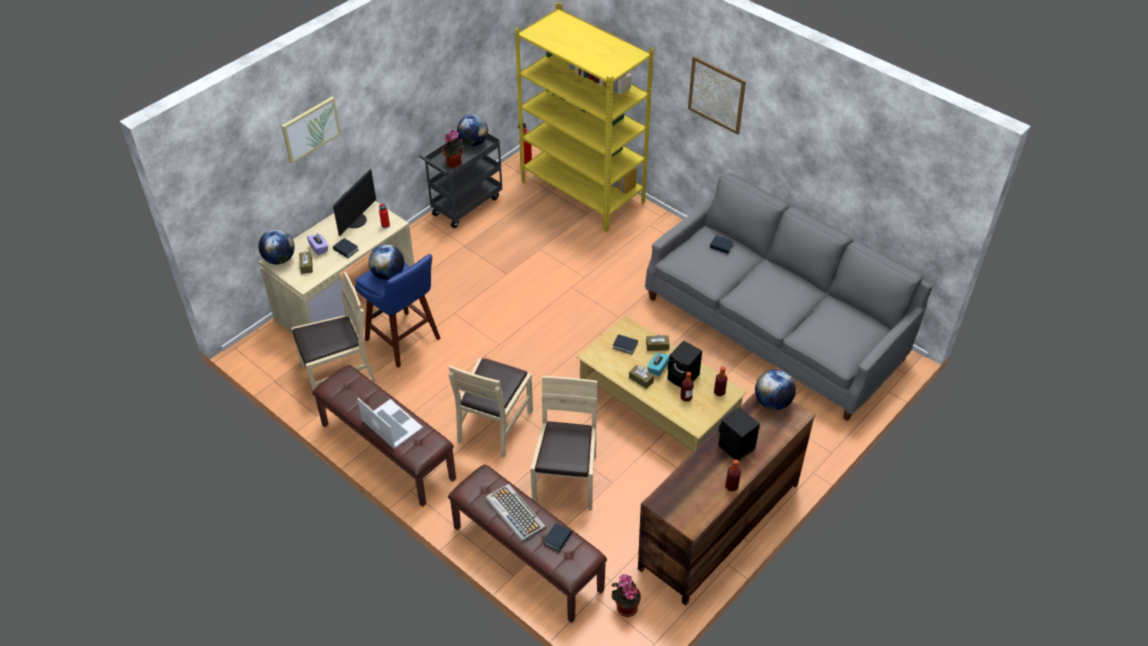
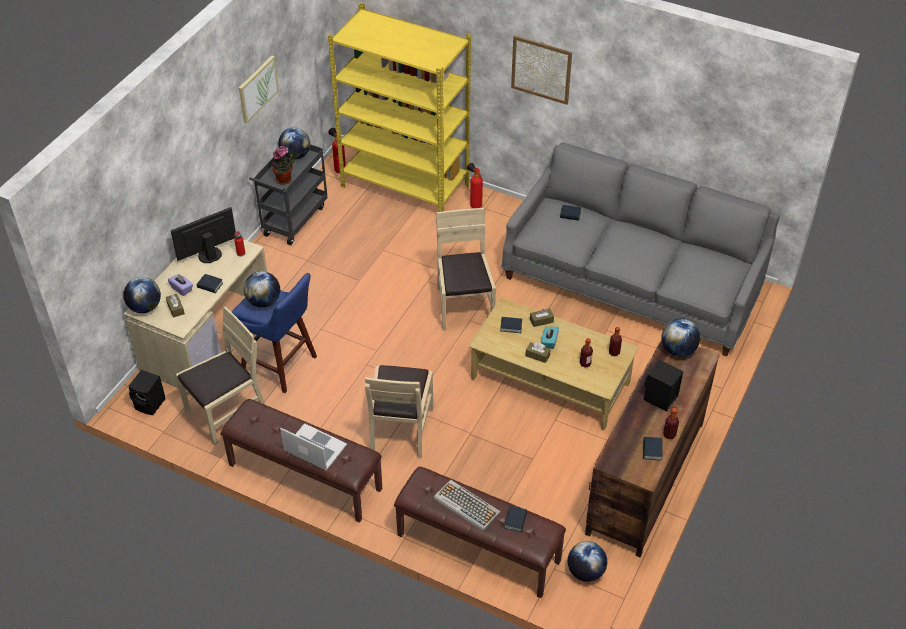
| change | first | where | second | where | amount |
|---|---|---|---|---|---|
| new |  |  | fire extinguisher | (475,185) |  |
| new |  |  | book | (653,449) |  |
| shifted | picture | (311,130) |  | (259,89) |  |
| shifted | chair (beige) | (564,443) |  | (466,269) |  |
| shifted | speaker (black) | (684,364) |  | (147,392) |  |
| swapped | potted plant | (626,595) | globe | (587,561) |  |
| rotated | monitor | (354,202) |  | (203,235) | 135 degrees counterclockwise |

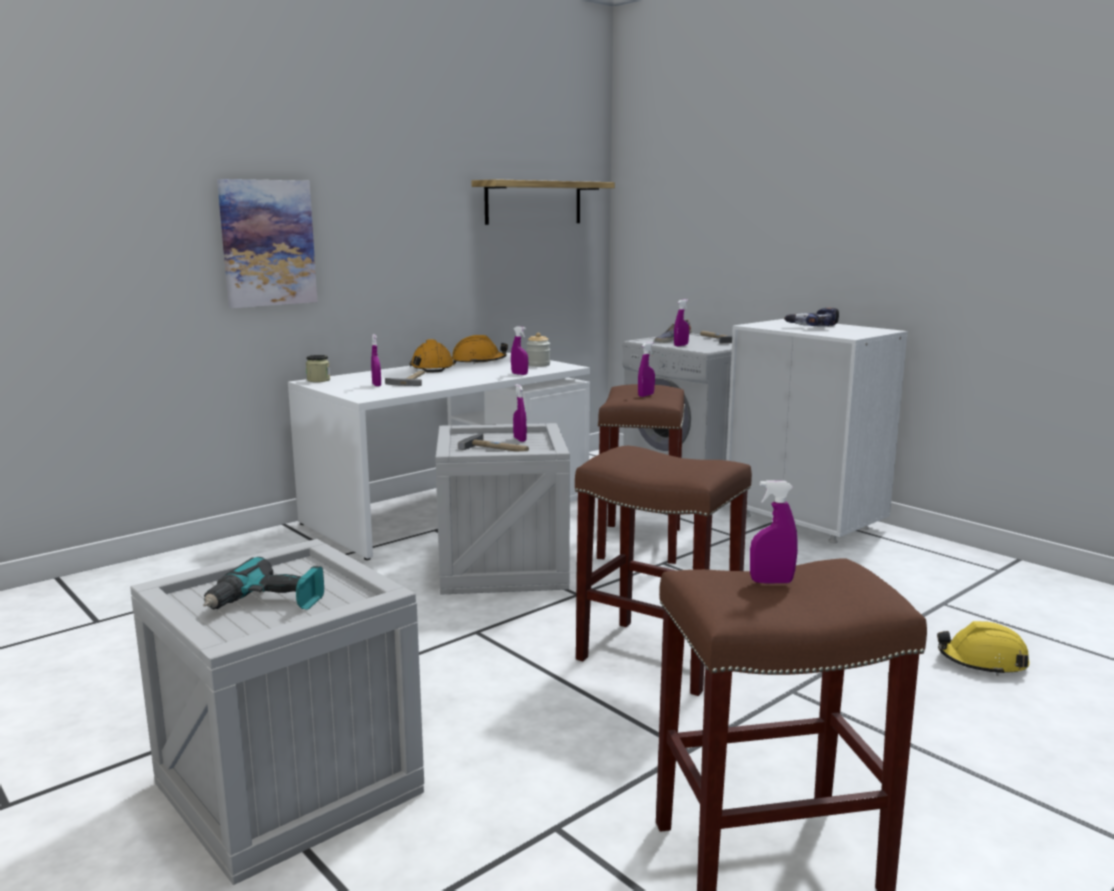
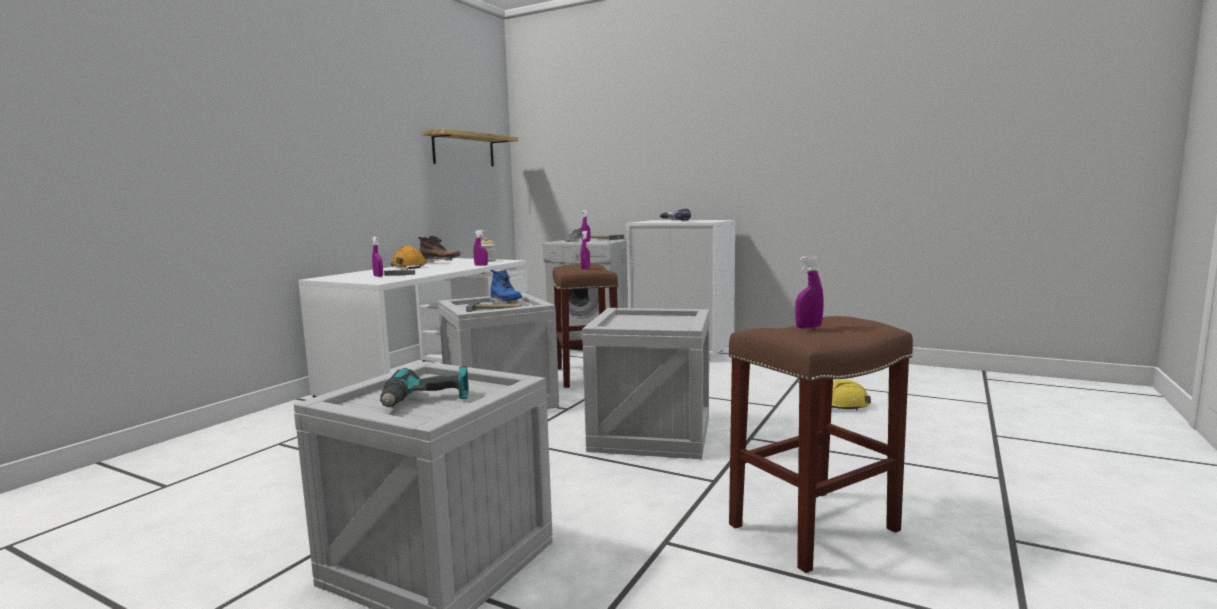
| change | first | where | second | where | amount |
|---|---|---|---|---|---|
| gone | picture | (267,243) |  |  |  |
| gone | jar | (318,368) |  |  |  |
| swapped | hard hat (orange) | (480,349) | boot (brown) | (439,249) |  |
| swapped | spray bottle (purple) | (520,413) | boot (blue) | (505,287) |  |
| swapped | stool (brown) | (663,571) | crate | (645,383) |  |

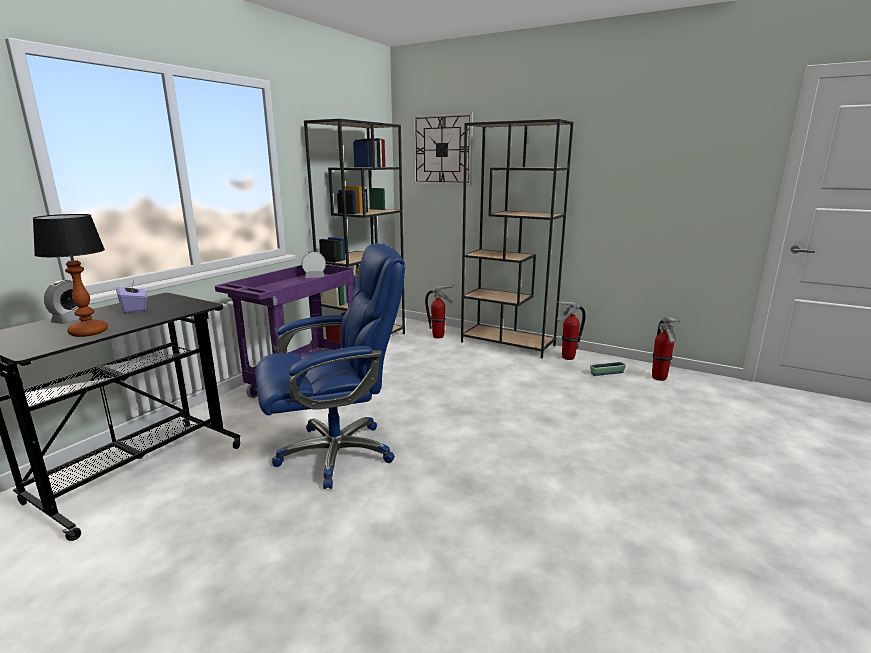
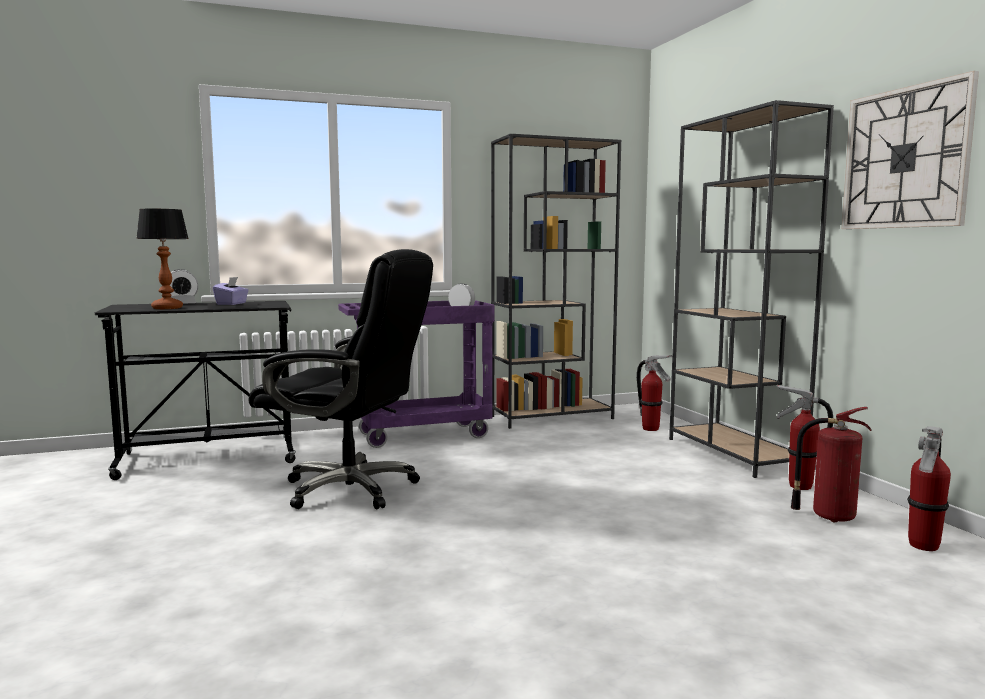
| change | first | where | second | where | amount |
|---|---|---|---|---|---|
| shifted | wall clock | (443,148) |  | (910,150) |  |
| swapped | planter | (608,369) | fire extinguisher | (831,464) |  |
| repainted | office chair (blue) | (330,366) | office chair (black) | (341,379) |  |

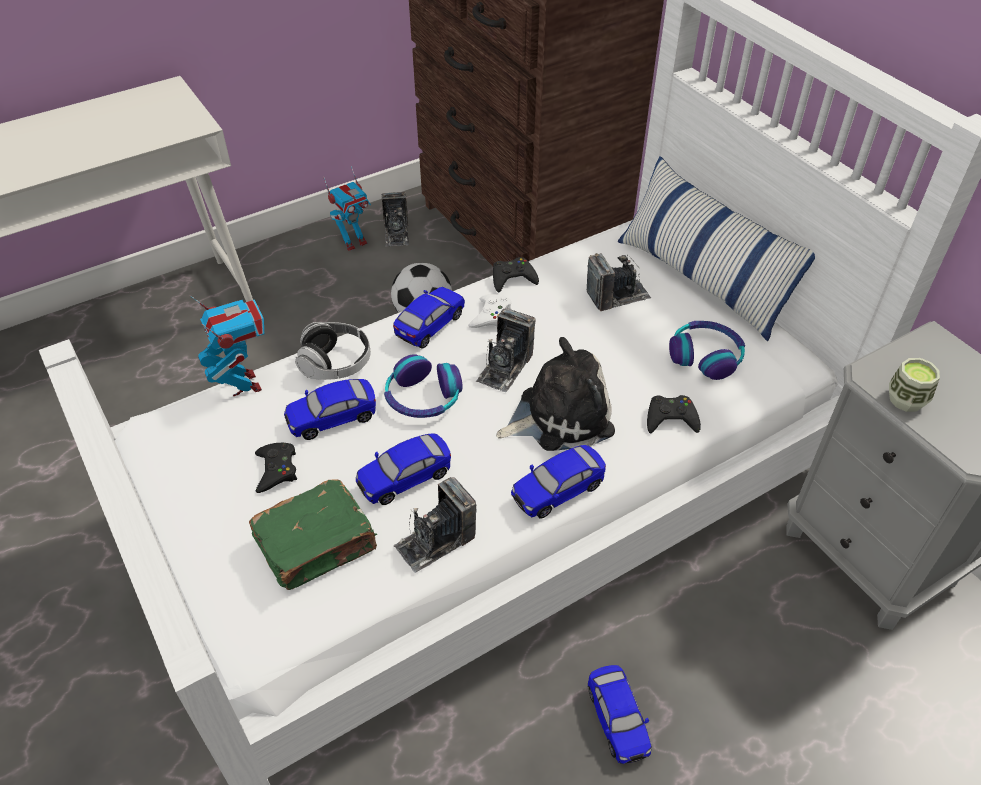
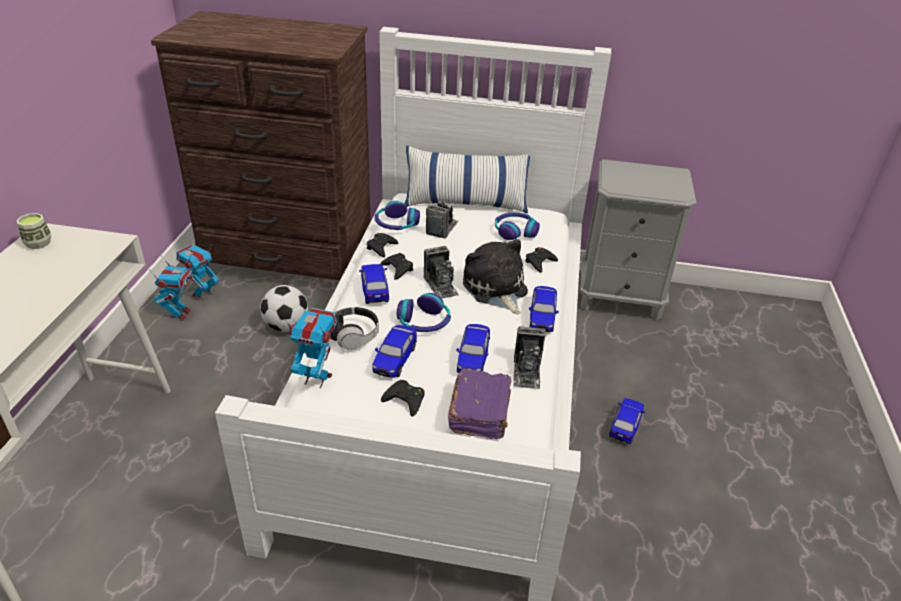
| change | first | where | second | where | amount |
|---|---|---|---|---|---|
| new |  |  | headphones | (397,215) |  |
| shifted | cup | (914,385) |  | (34,231) |  |
| swapped | photo camera | (395,219) | toy robot | (197,272) |  |
| repainted | book (green) | (313,534) | book (purple) | (480,403) |  |
| repainted | game controller (white) | (489,311) | game controller (black) | (396,266) |  |
| rotated | plush toy | (555,394) |  | (495,276) | 45 degrees counterclockwise |
| rotated | toy car | (620,714) |  | (627,421) | 90 degrees counterclockwise |

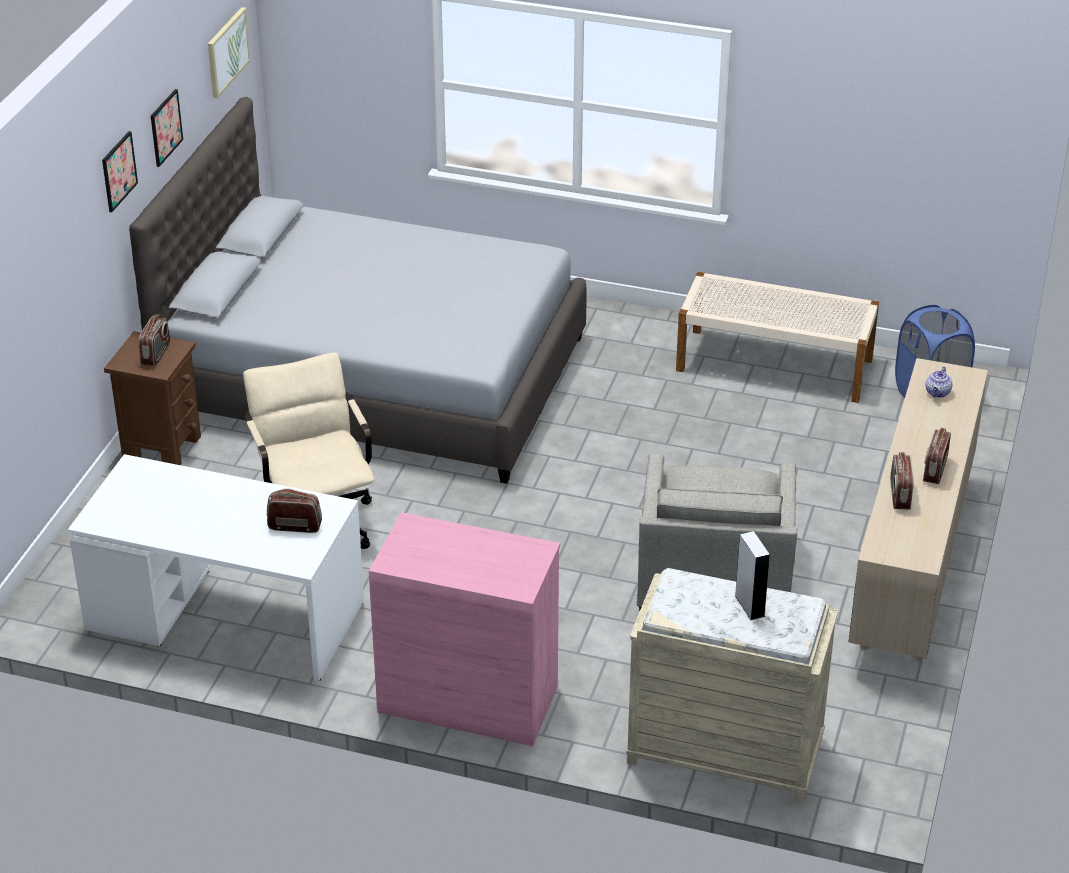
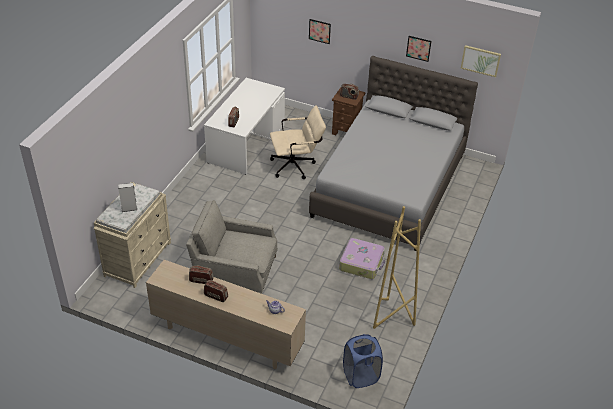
| change | first | where | second | where | amount |
|---|---|---|---|---|---|
| gone | dresser (pink) | (464,629) |  |  |  |
| new |  |  | suitcase | (362,258) |  |
| shifted | picture | (120,171) |  | (320,31) |  |
| swapped | bench (beige) | (777,337) | clothes rack (yellow) | (397,267) |  |

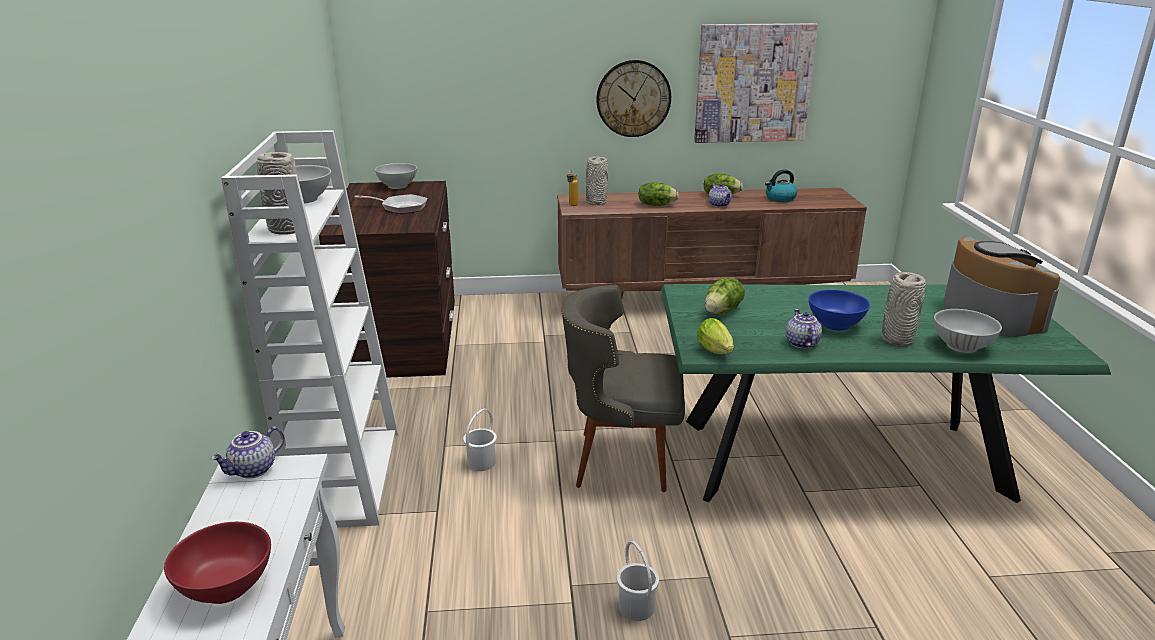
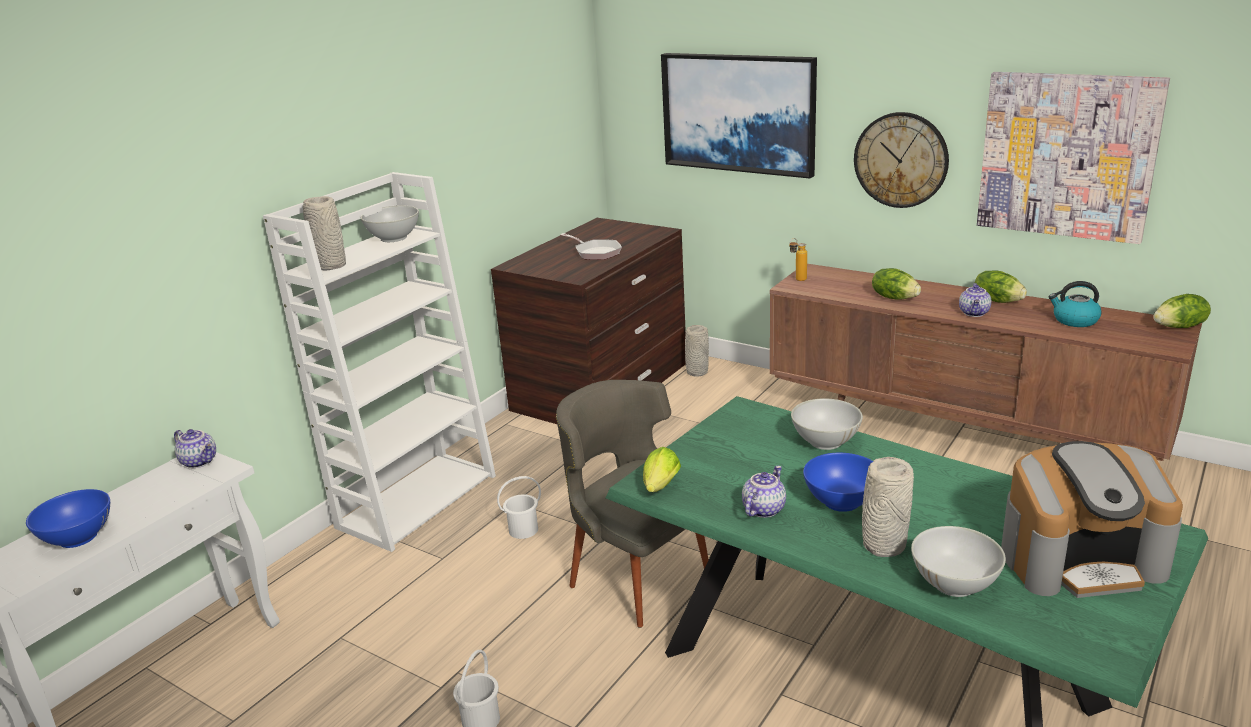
| change | first | where | second | where | amount |
|---|---|---|---|---|---|
| new |  |  | picture | (739,116) |  |
| shifted | bowl (white) | (396,176) |  | (827,424) |  |
| shifted | vase (grey) | (597,181) |  | (697,351) |  |
| shifted | lettuce | (725,296) |  | (1182,311) |  |
| repainted | bowl (red) | (217,563) | bowl (blue) | (68,518) |  |
| rotated | teapot | (247,453) |  | (195,448) | 135 degrees counterclockwise |
| rotated | coffee machine | (1001,286) |  | (1092,519) | 60 degrees clockwise |

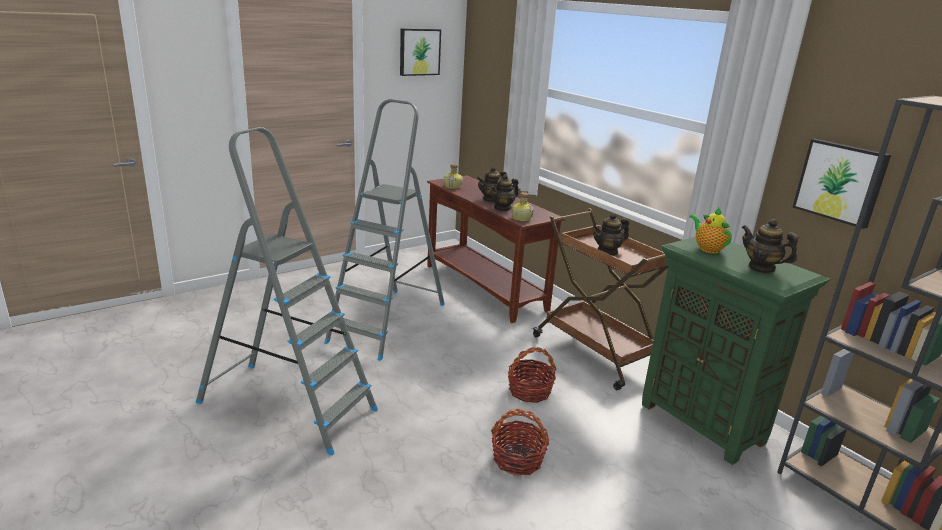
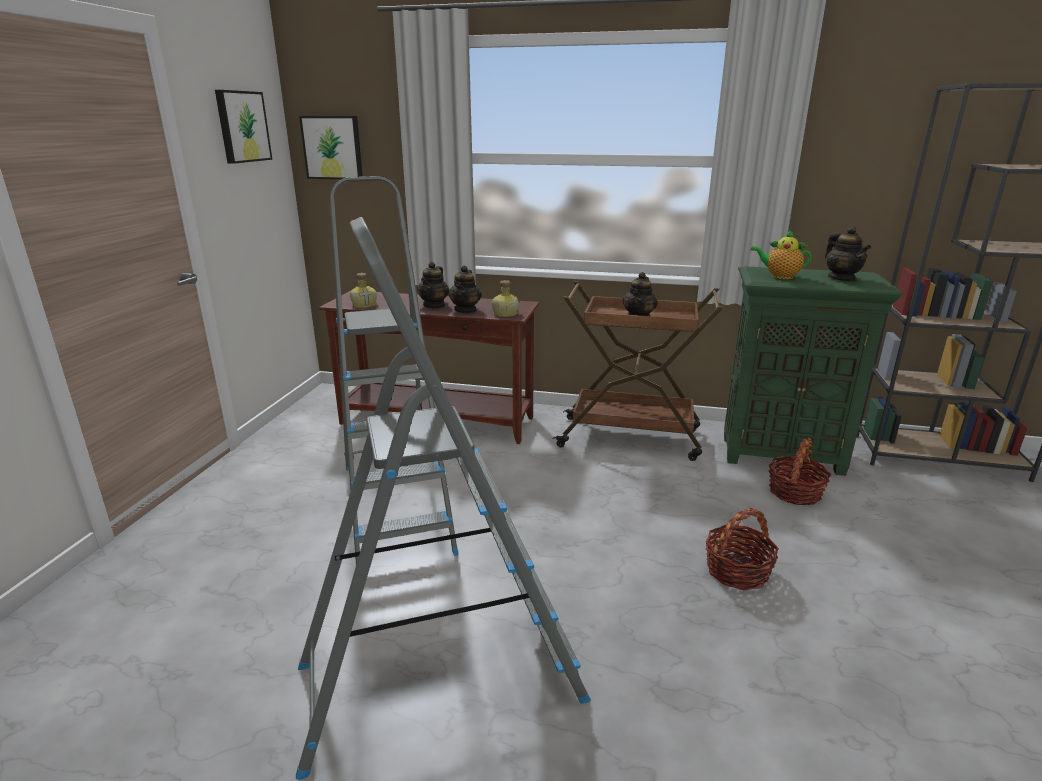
| change | first | where | second | where | amount |
|---|---|---|---|---|---|
| shifted | basket | (532,375) |  | (799,471) |  |
| shifted | picture | (841,184) |  | (331,147) |  |
| rotated | teapot | (770,246) |  | (848,253) | 105 degrees counterclockwise |

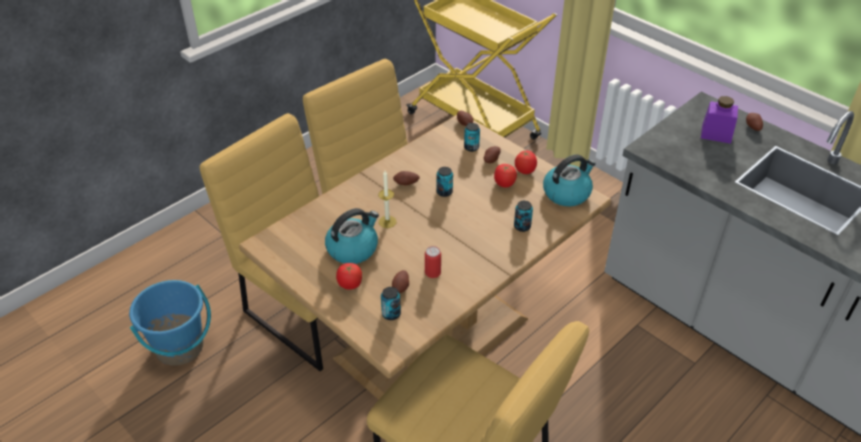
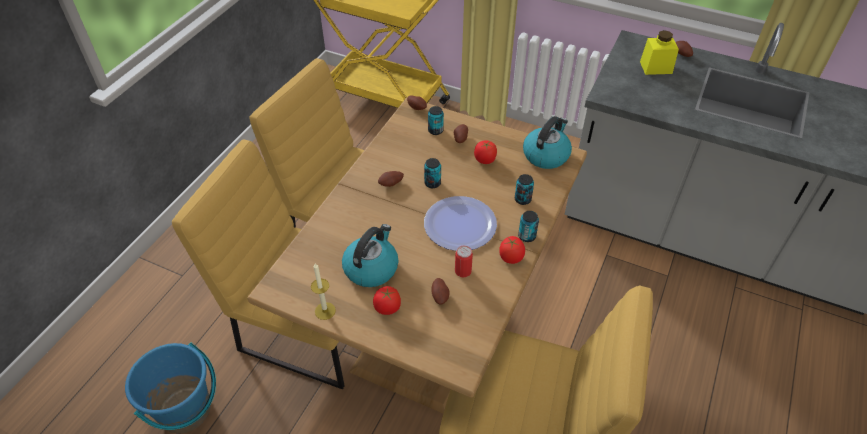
| change | first | where | second | where | amount |
|---|---|---|---|---|---|
| new |  |  | plate | (460,223) |  |
| shifted | candle | (387,199) |  | (323,291) |  |
| shifted | can | (391,303) |  | (528,226) |  |
| shifted | tomato | (526,162) |  | (512,250) |  |
| repainted | jar (purple) | (719,120) | jar (yellow) | (659,52) |  |

